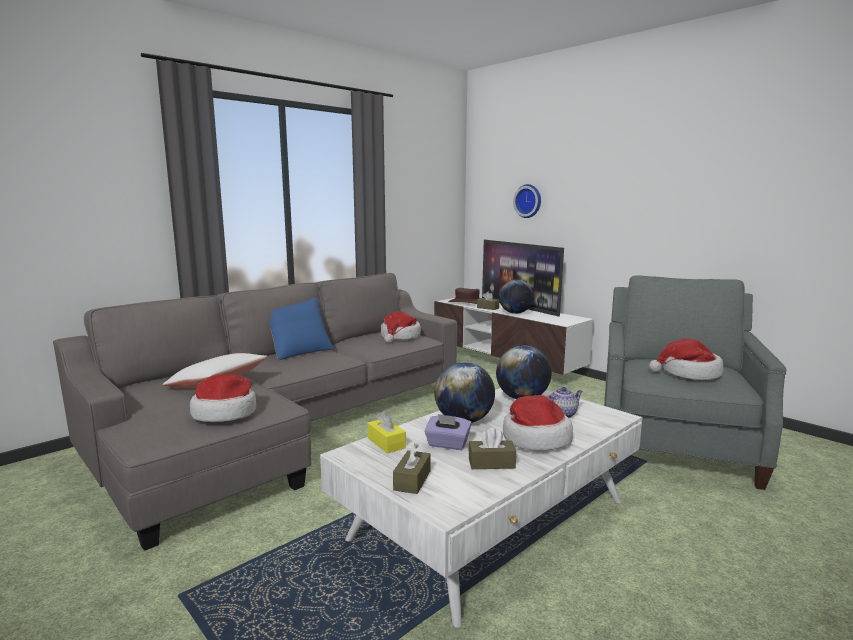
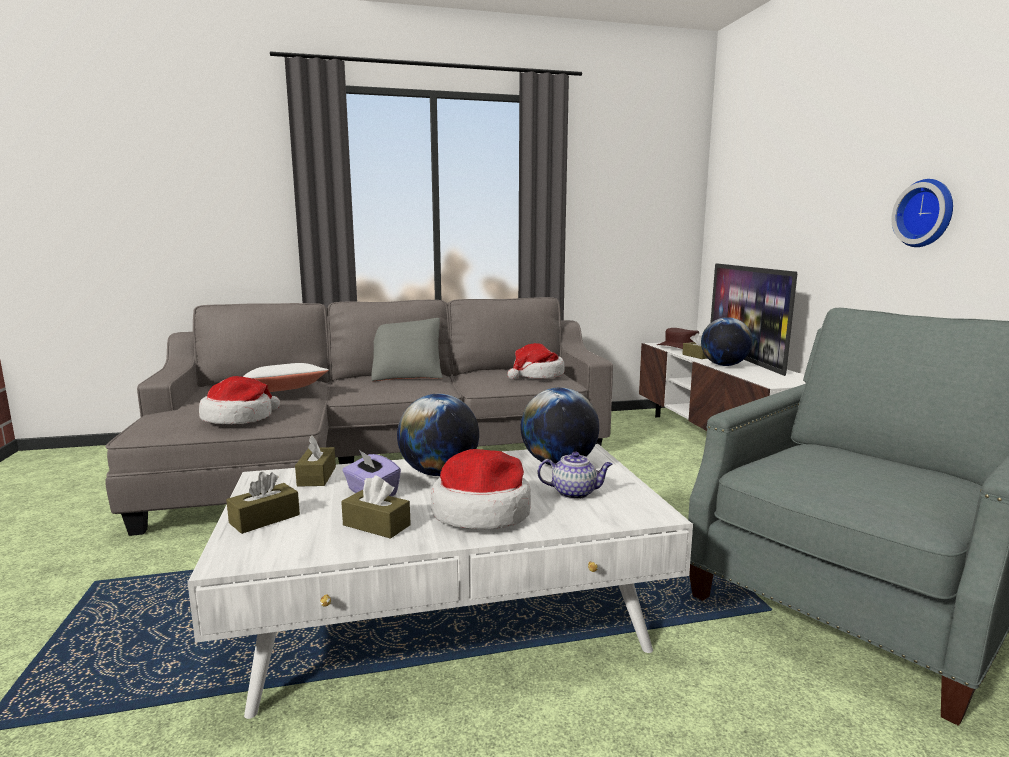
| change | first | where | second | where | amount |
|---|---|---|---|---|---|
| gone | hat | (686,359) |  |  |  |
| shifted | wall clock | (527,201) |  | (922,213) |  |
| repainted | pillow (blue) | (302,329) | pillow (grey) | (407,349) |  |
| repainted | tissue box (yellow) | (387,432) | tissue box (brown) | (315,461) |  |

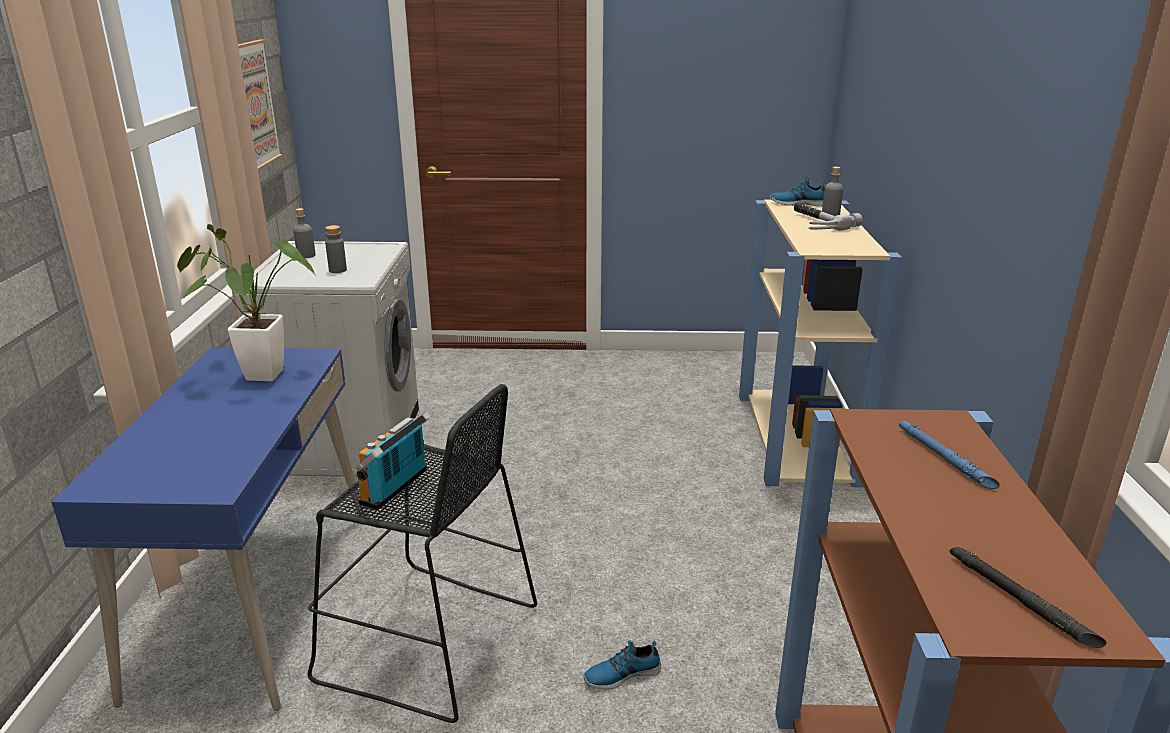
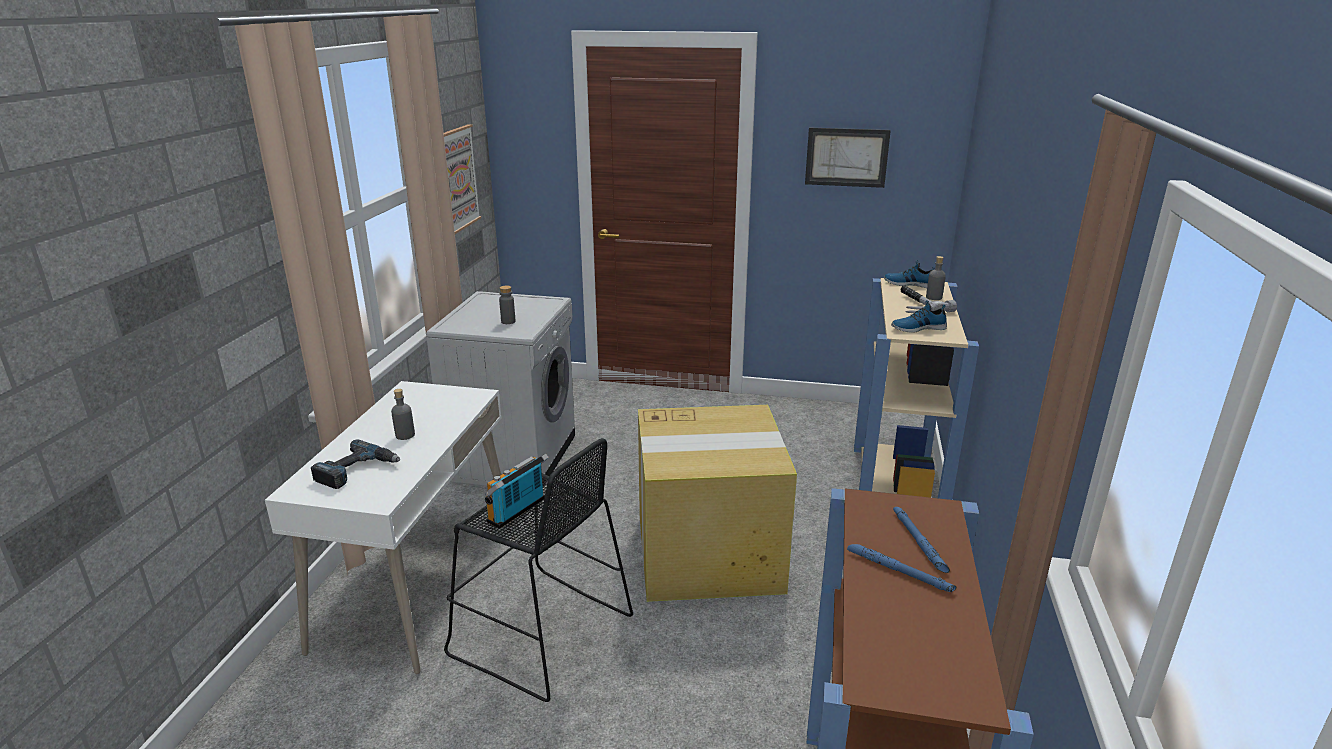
| change | first | where | second | where | amount |
|---|---|---|---|---|---|
| gone | potted plant | (246,302) |  |  |  |
| gone | flashlight (black) | (1028,597) |  |  |  |
| new |  |  | power drill | (355,464) |  |
| new |  |  | cardboard box | (717,503) |  |
| new |  |  | picture | (848,158) |  |
| new |  |  | flashlight (blue) | (901,568) |  |
| shifted | bottle (grey) | (304,233) |  | (403,414) |  |
| shifted | shoe | (622,665) |  | (919,316) |  |
| repainted | desk (blue) | (207,529) | desk (white) | (389,527) |  |

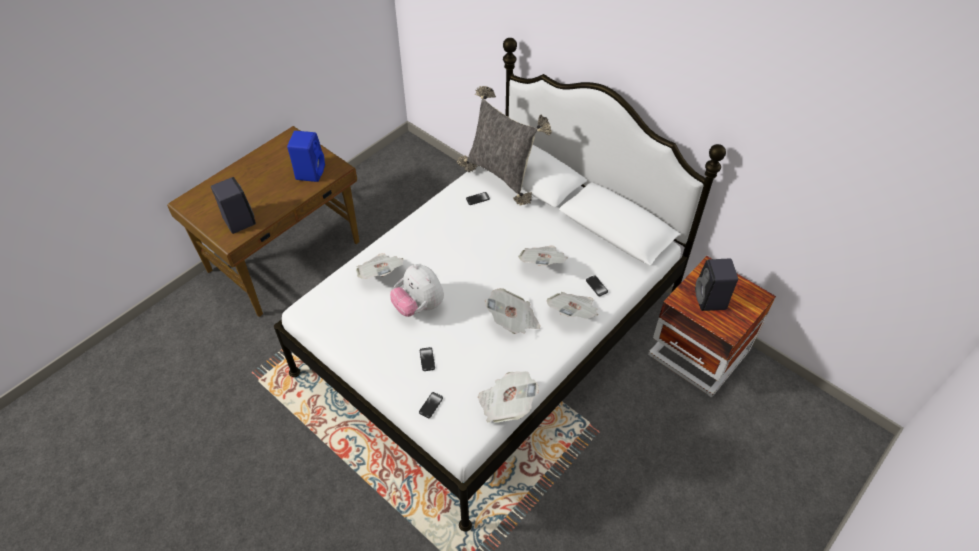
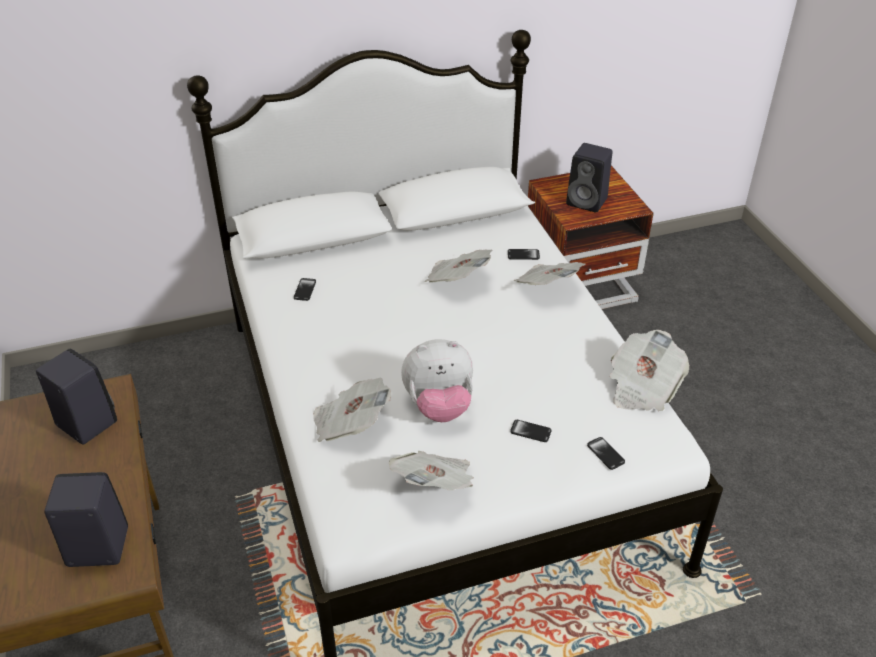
| change | first | where | second | where | amount |
|---|---|---|---|---|---|
| gone | pillow | (504,145) |  |  |  |
| shifted | newspaper | (512,311) |  | (431,471) |  |
| repainted | speaker (blue) | (306,156) | speaker (black) | (76,397) |  |

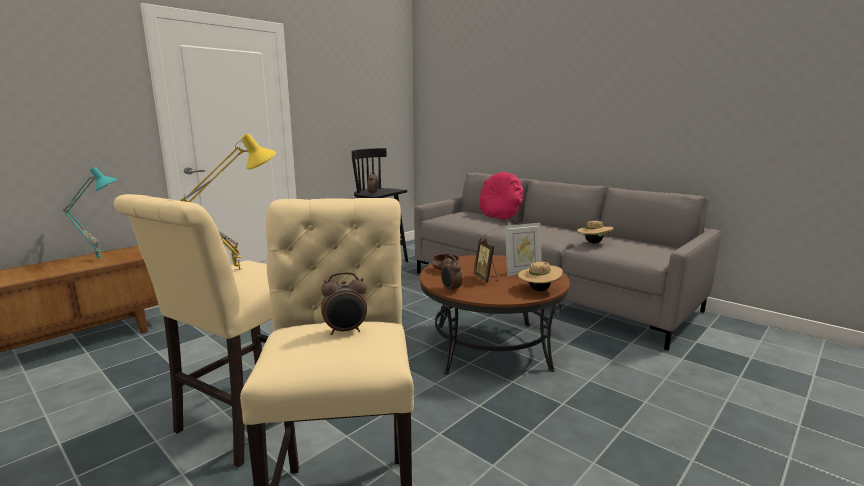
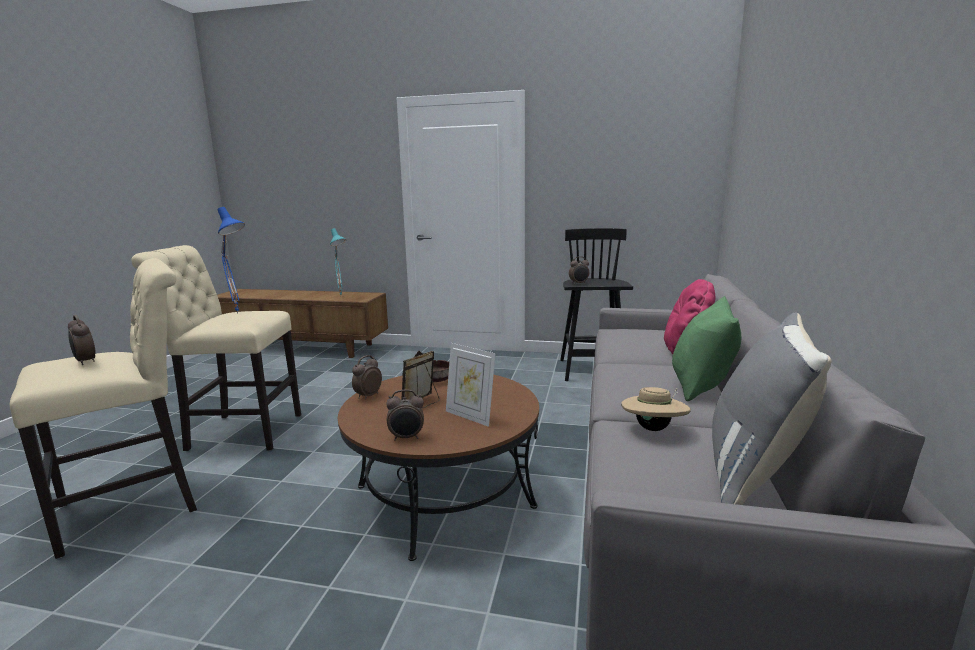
| change | first | where | second | where | amount |
|---|---|---|---|---|---|
| new |  |  | pillow (green) | (707,348) |  |
| new |  |  | pillow (grey) | (772,408) |  |
| swapped | hat (beige) | (540,275) | alarm clock | (405,415) |  |
| repainted | table lamp (yellow) | (228,201) | table lamp (blue) | (231,260) |  |

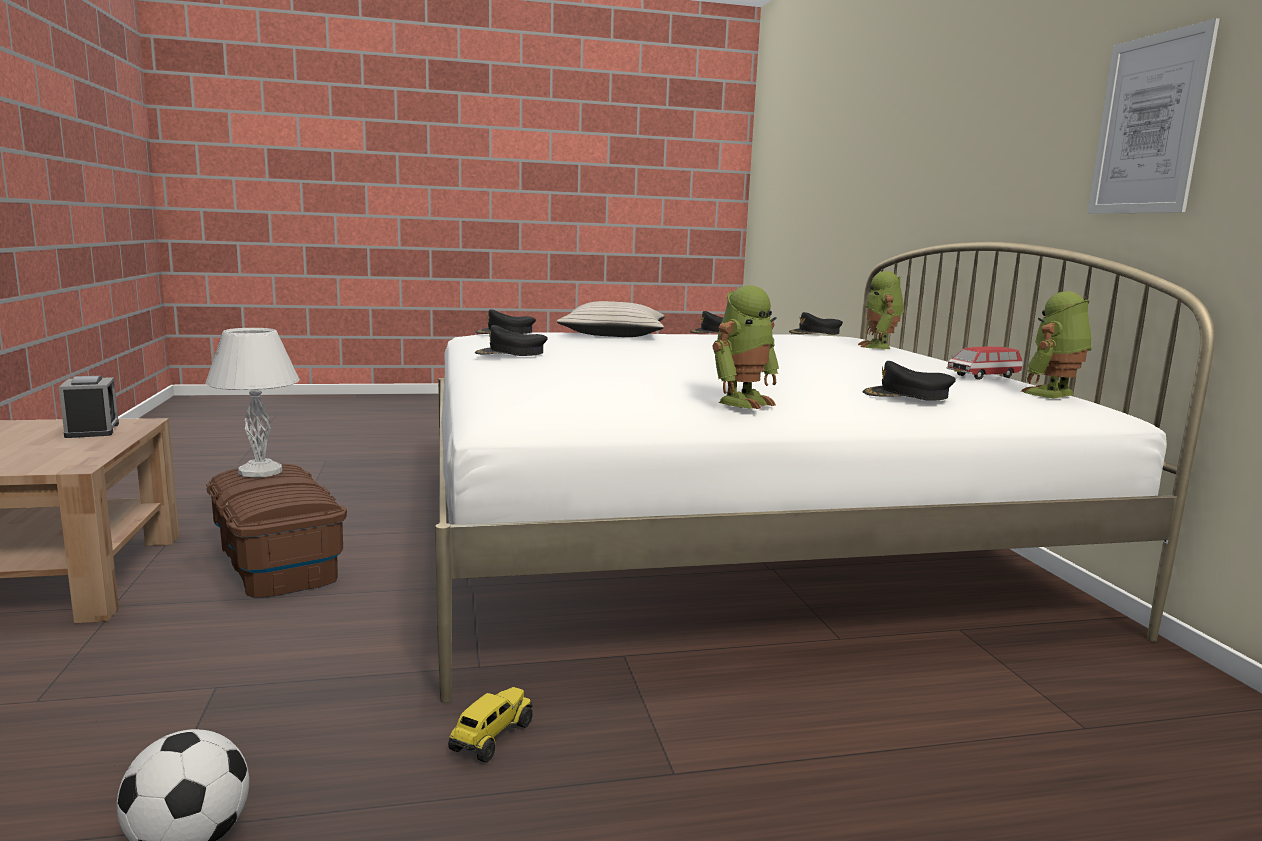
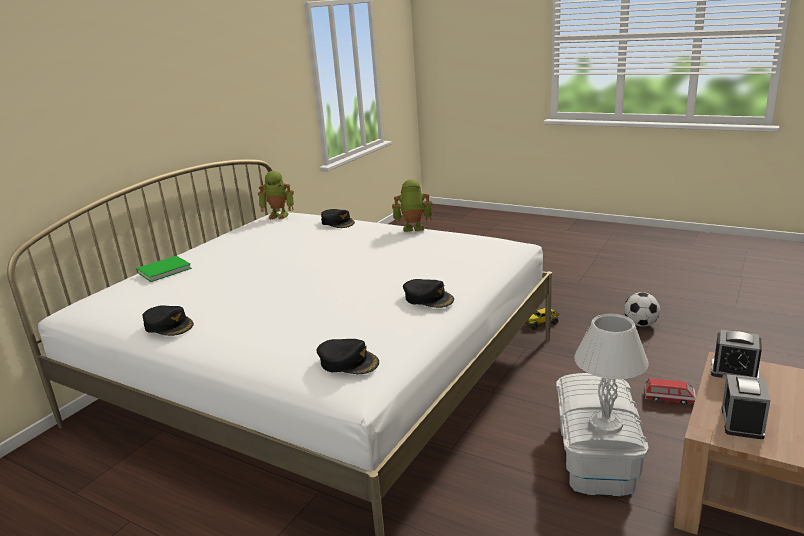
| change | first | where | second | where | amount |
|---|---|---|---|---|---|
| gone | pillow (beige) | (611,319) |  |  |  |
| gone | cap (black) | (816,323) |  |  |  |
| gone | picture | (1154,116) |  |  |  |
| new |  |  | alarm clock | (736,354) |  |
| shifted | toy car | (984,363) |  | (670,391) |  |
| swapped | toy robot | (881,310) | book (green) | (164,269) |  |
| repainted | storage box (brown) | (276,531) | storage box (white) | (602,434) |  |

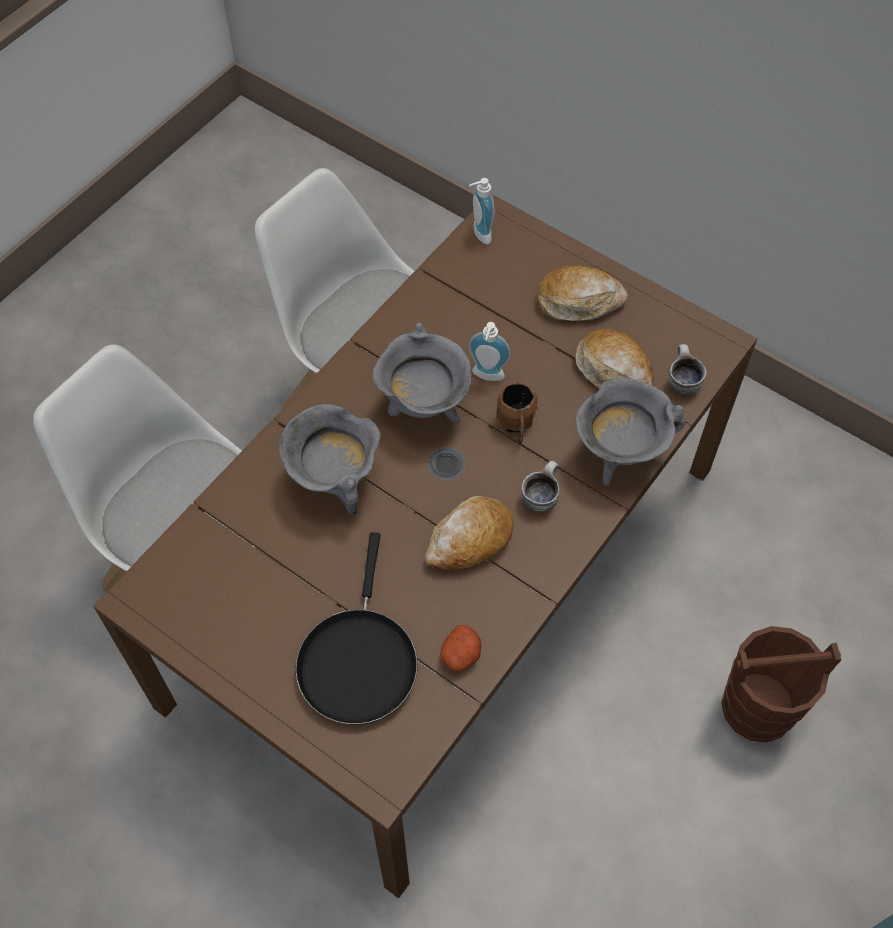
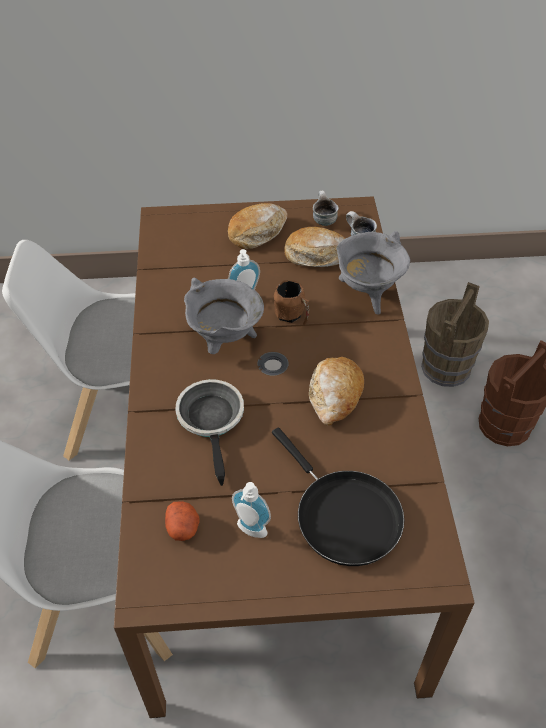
| change | first | where | second | where | amount |
|---|---|---|---|---|---|
| new |  |  | bucket (brown) | (455,334) |  |
| shifted | potato | (460,648) |  | (182,521) |  |
| shifted | soap dispenser | (481,211) |  | (251,510) |  |
| shifted | mug | (541,486) |  | (326,208) |  |
| swapped | cooking pot (grey) | (330,459) | frying pan | (210,432) |  |

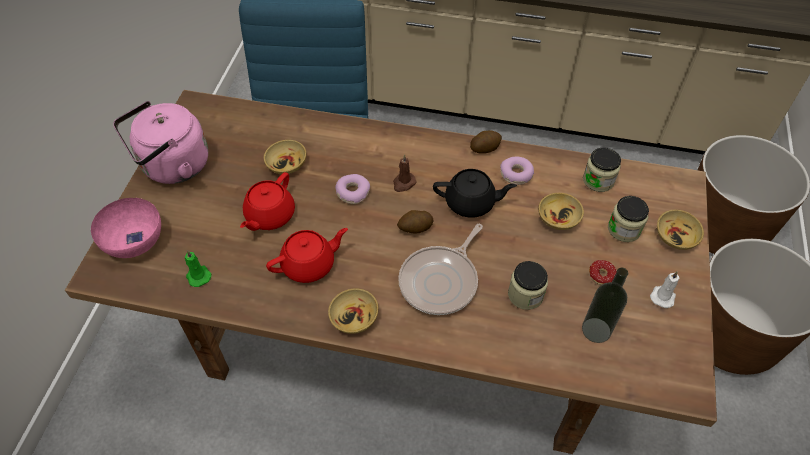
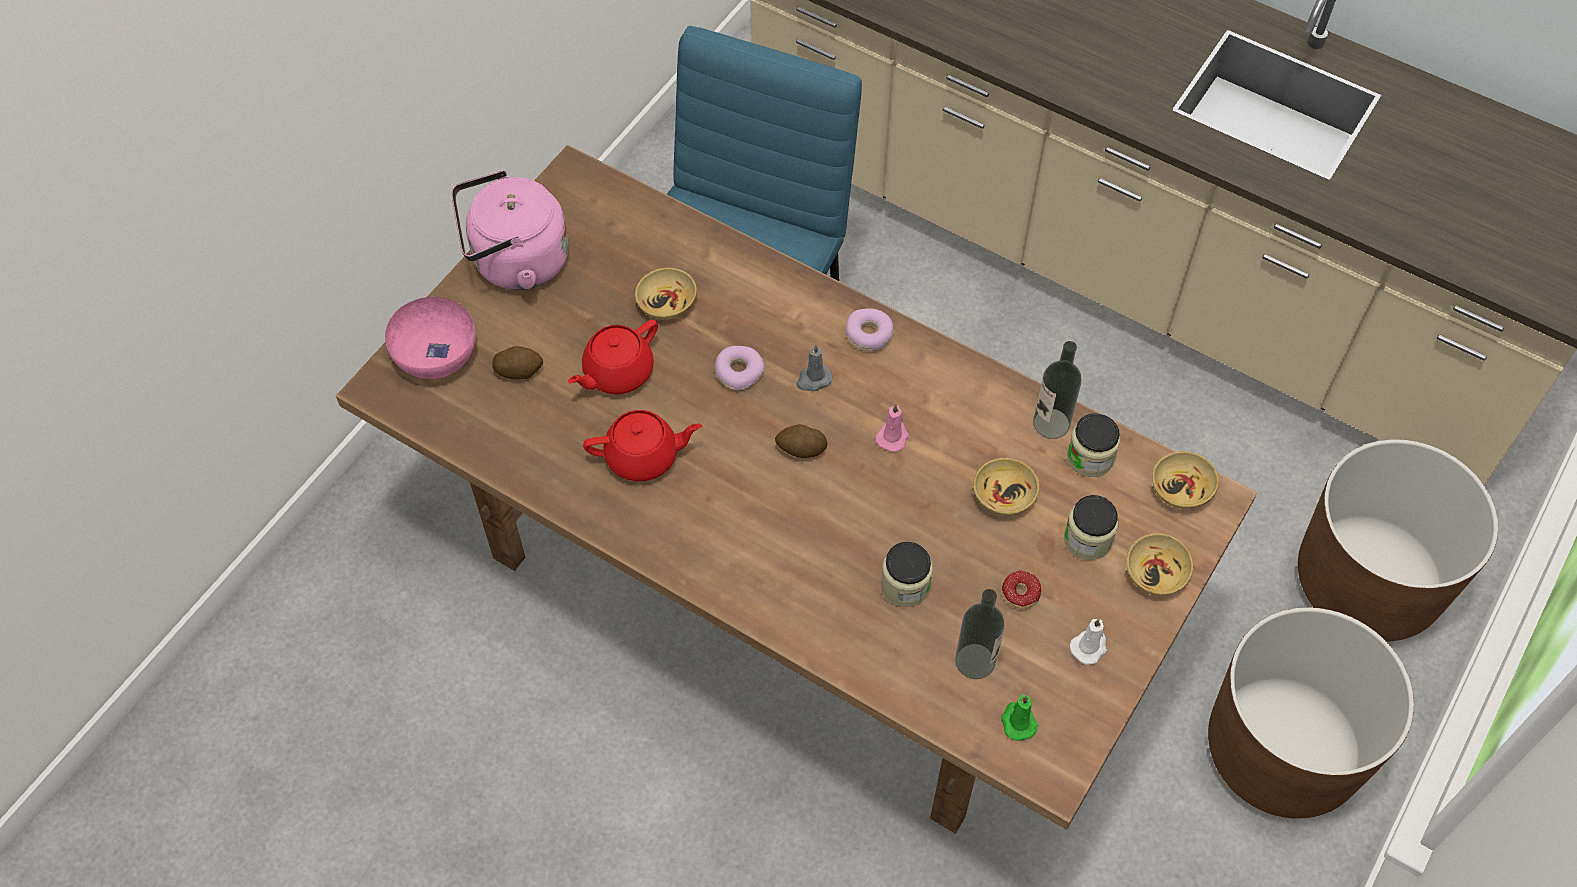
| change | first | where | second | where | amount |
|---|---|---|---|---|---|
| gone | frying pan | (440,269) |  |  |  |
| new |  |  | bottle | (1057,390) |  |
| shifted | candle (green) | (198,268) |  | (1019,718) |  |
| shifted | bowl (beige) | (353,311) |  | (1185,480) |  |
| shifted | potato | (486,142) |  | (517,363) |  |
| shifted | donut | (517,171) |  | (870,329) |  |
| swapped | teapot (black) | (475,193) | candle (pink) | (892,428) |  |
| repainted | candle (brown) | (405,173) | candle (grey) | (814,367) |  |

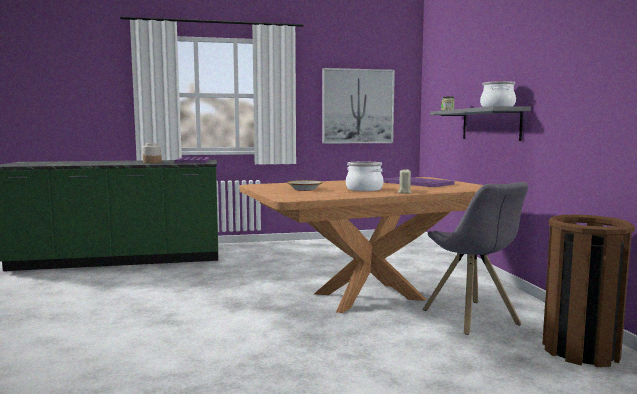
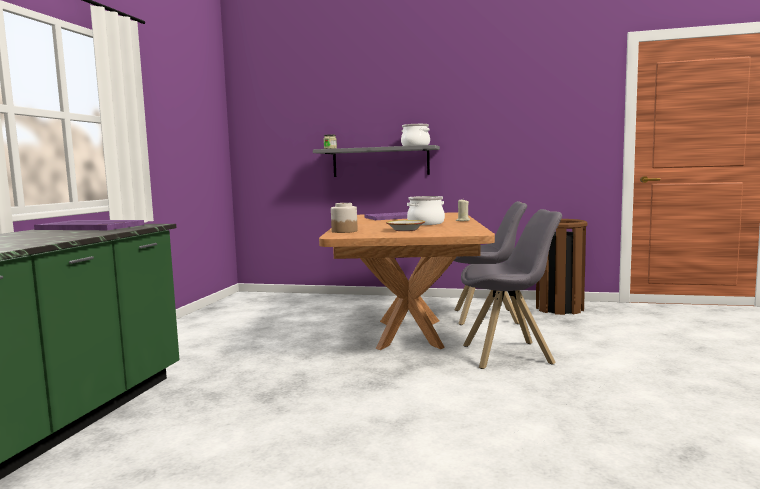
| change | first | where | second | where | amount |
|---|---|---|---|---|---|
| gone | picture | (358,106) |  |  |  |
| new |  |  | chair (grey) | (511,289) |  |
| shifted | jar | (152,153) |  | (344,218) |  |

